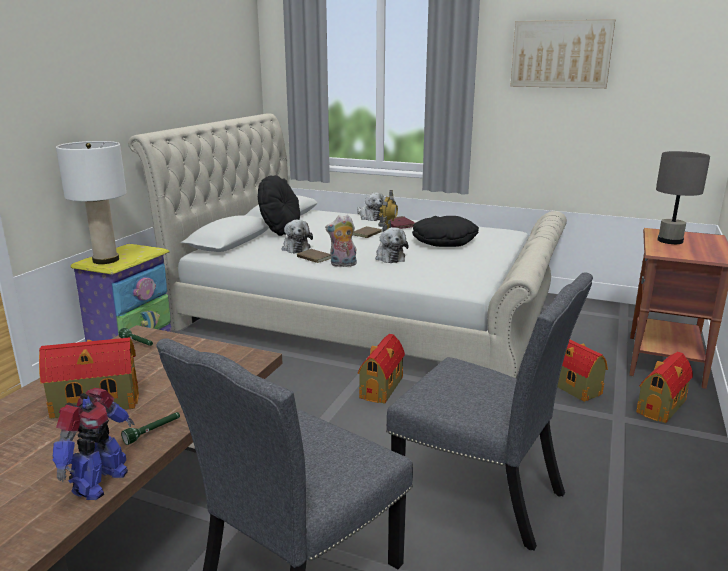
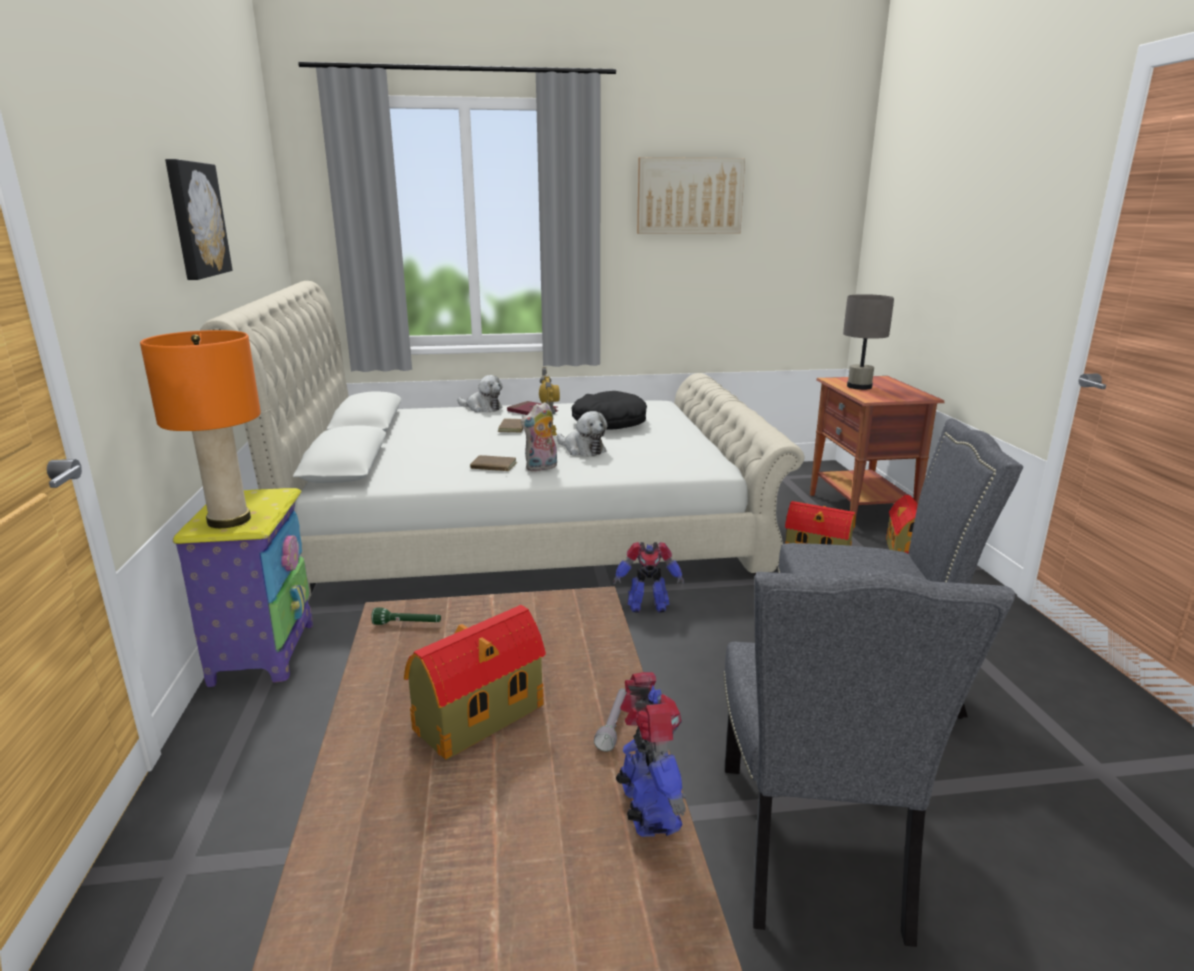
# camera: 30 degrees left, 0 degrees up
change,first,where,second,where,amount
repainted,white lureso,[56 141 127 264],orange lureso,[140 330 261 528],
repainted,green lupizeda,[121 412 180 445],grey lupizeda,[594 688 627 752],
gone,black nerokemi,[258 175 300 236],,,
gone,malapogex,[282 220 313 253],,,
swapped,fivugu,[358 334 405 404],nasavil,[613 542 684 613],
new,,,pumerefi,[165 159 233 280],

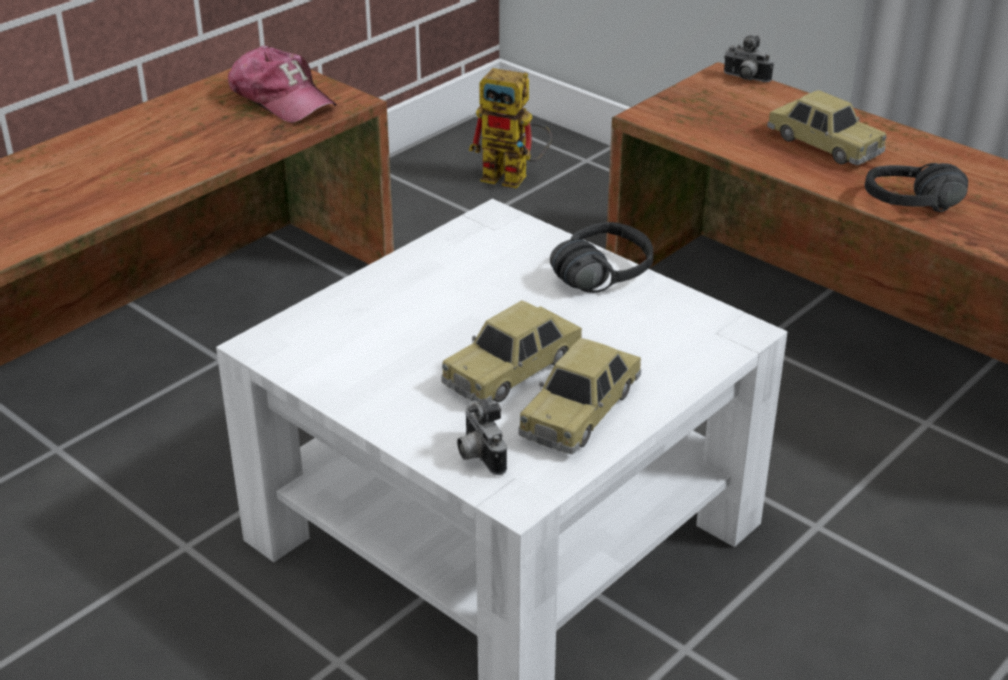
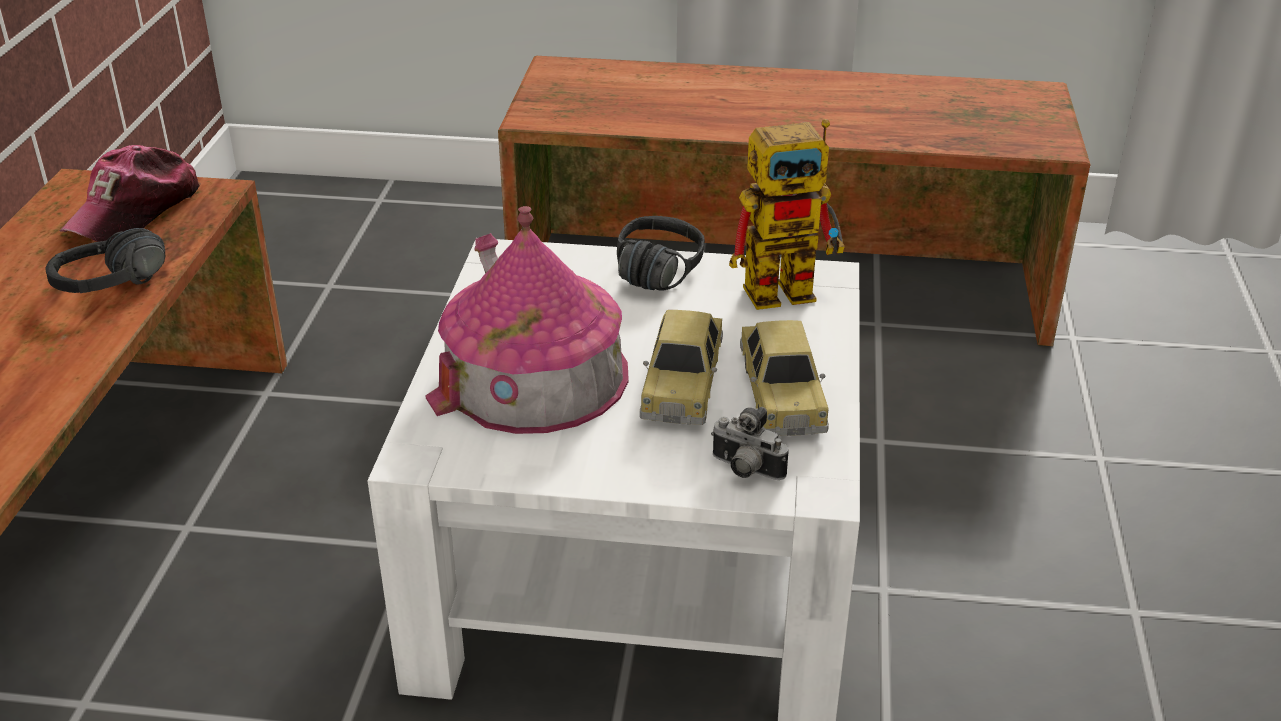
# camera: 35 degrees left, 0 degrees up
change,first,where,second,where,amount
rotated,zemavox,[228 46 337 123],,[60 145 201 242],105 degrees clockwise
shifted,nasavil,[469 68 552 189],,[729 119 845 310],
gone,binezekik,[724 35 774 82],,,
gone,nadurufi,[767 90 886 165],,,
shifted,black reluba,[865 163 968 212],,[46 228 165 293],
new,,,fivugu,[426 206 629 434],

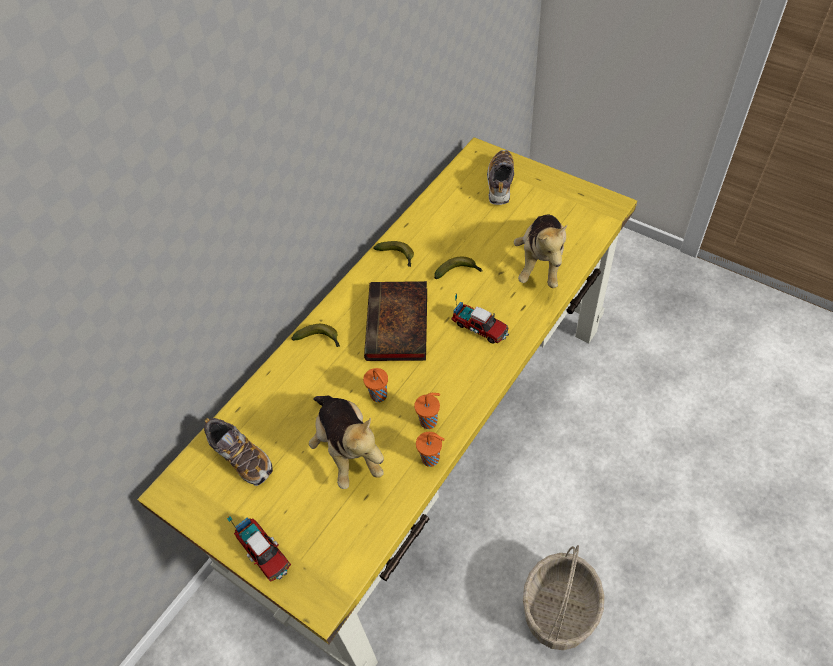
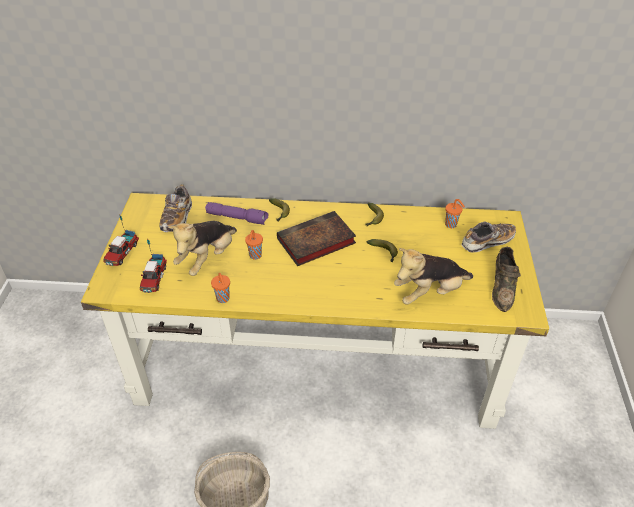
# camera: 55 degrees right, 10 degrees down
change,first,where,second,where,amount
shifted,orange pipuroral,[414 393 440 429],,[445 199 465 228],
shifted,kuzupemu,[451 293 509 344],,[140 239 167 293],
new,,,purple lupizeda,[205 202 268 225],
new,,,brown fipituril,[492 247 521 312],

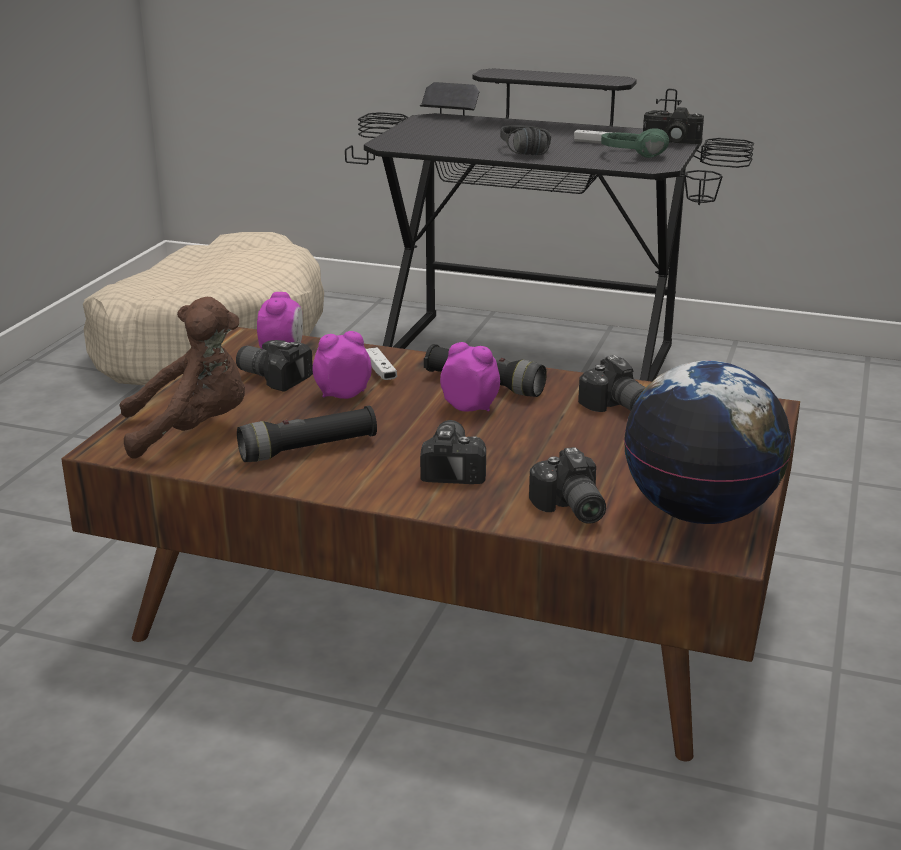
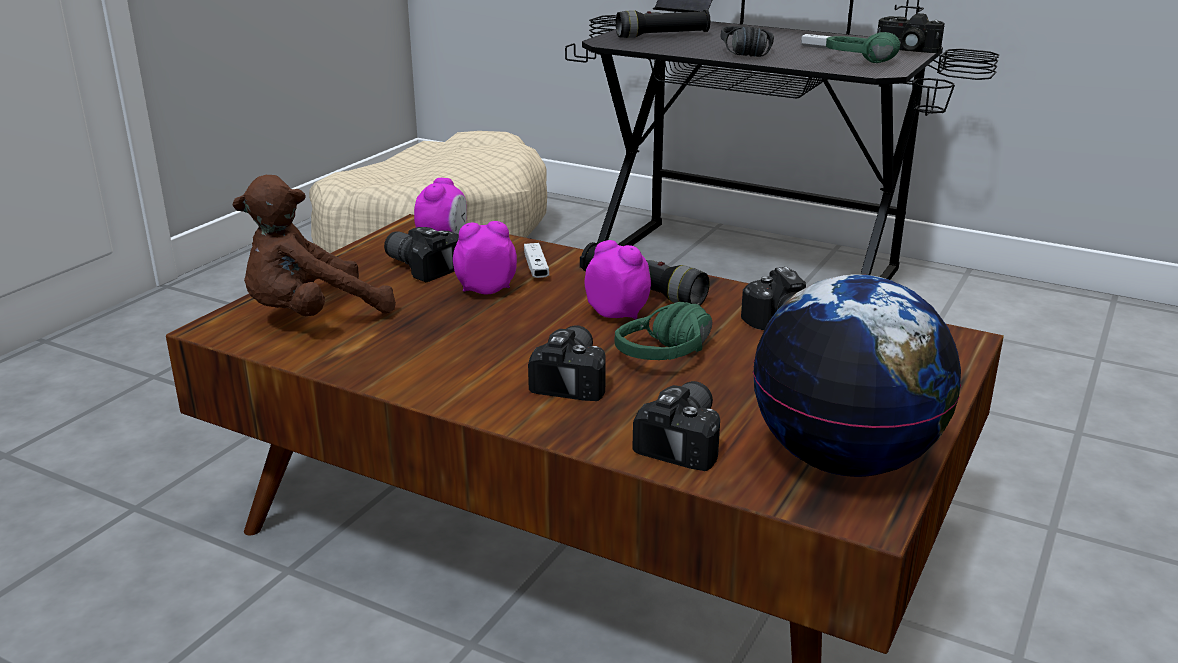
# camera: 10 degrees right, 0 degrees up
change,first,where,second,where,amount
rotated,brown malapogex,[119 297 245 458],,[233 175 396 316],150 degrees clockwise
shifted,black lupizeda,[237 406 377 462],,[616 10 710 38],
rotated,binezekik,[529 447 606 524],,[632 381 720 471],150 degrees counterclockwise
new,,,green reluba,[614 302 712 360],

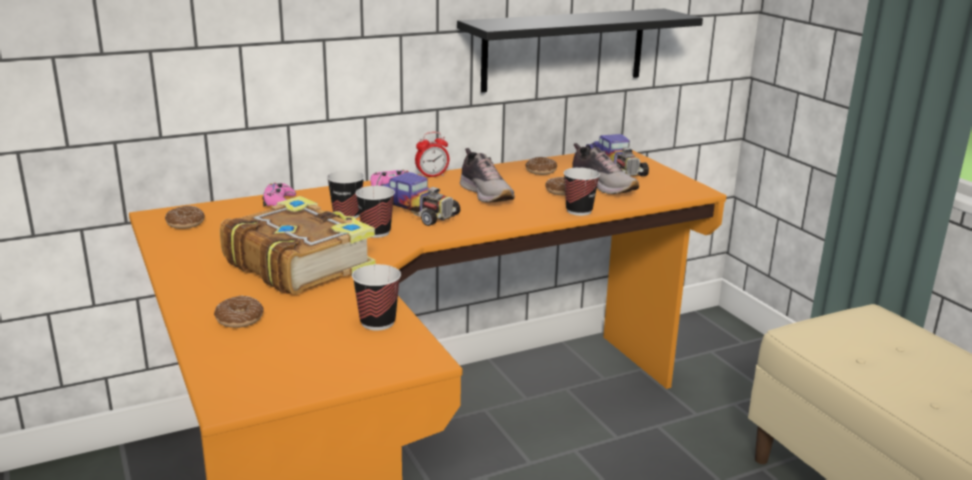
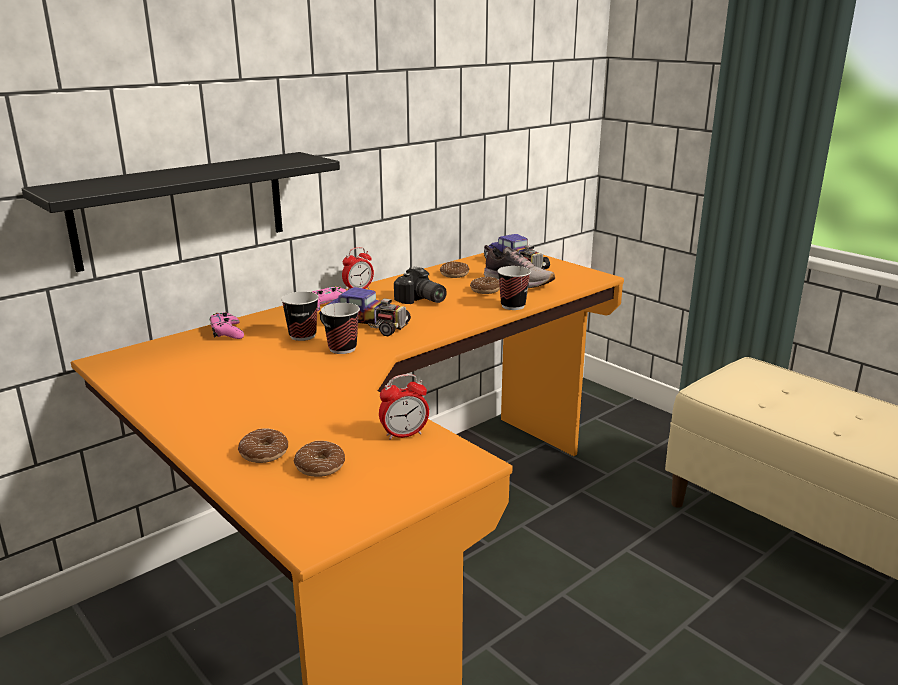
# camera: 15 degrees left, 0 degrees up
change,first,where,second,where,amount
shifted,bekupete,[165 206 205 229],,[293 441 345 477],
gone,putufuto,[220 196 376 295],,,
swapped,pipuroral,[352 264 401 331],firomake,[379 374 429 440],
shifted,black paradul,[457 9 703 92],,[22 152 340 272],
swapped,fipituril,[460 148 515 202],binezekik,[394 266 447 304],

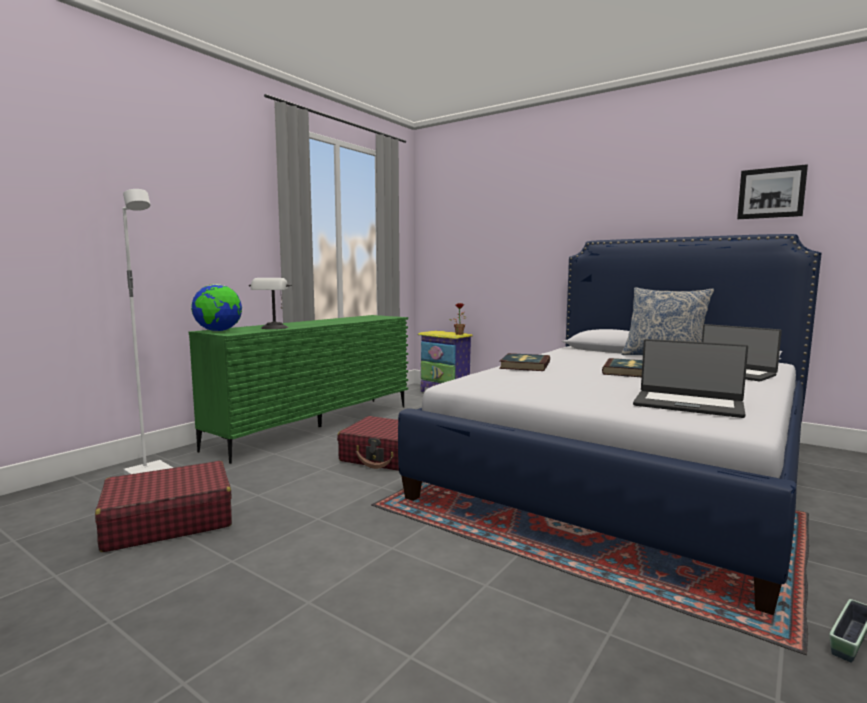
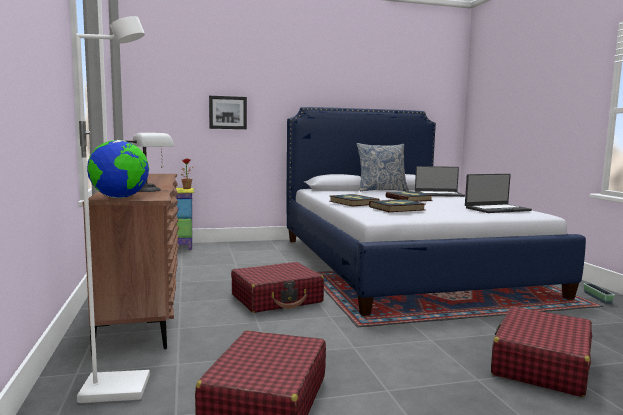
# camera: 50 degrees left, 0 degrees up
change,first,where,second,where,amount
repainted,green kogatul,[189 315 408 464],brown kogatul,[83 174 179 356],
shifted,pumerefi,[737 164 808 219],,[209 96 247 129],
new,,,putufuto,[369 199 425 212],
new,,,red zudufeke,[491 306 592 397],

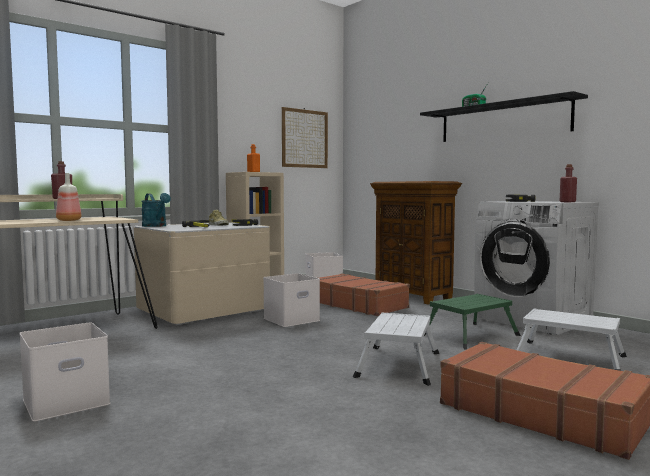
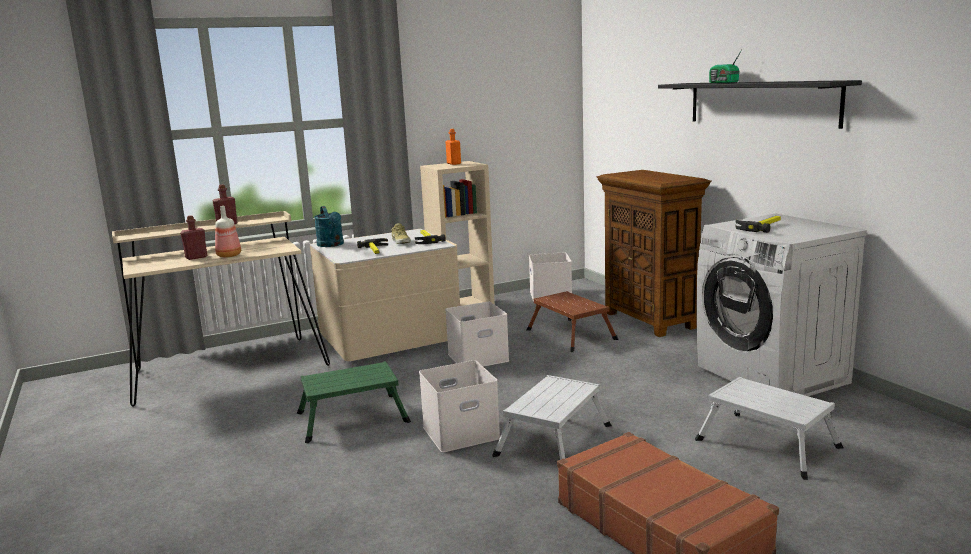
# camera: 15 degrees right, 10 degrees up
change,first,where,second,where,amount
shifted,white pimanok,[20 322 111 422],,[419 360 500 453],
gone,pumerefi,[282 107 328 168],,,
swapped,brown zudufeke,[320 274 410 316],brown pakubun,[526 291 619 352],
shifted,green pakubun,[424 294 521 350],,[297 361 411 443],
shifted,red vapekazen,[560 164 577 202],,[180 215 207 260],

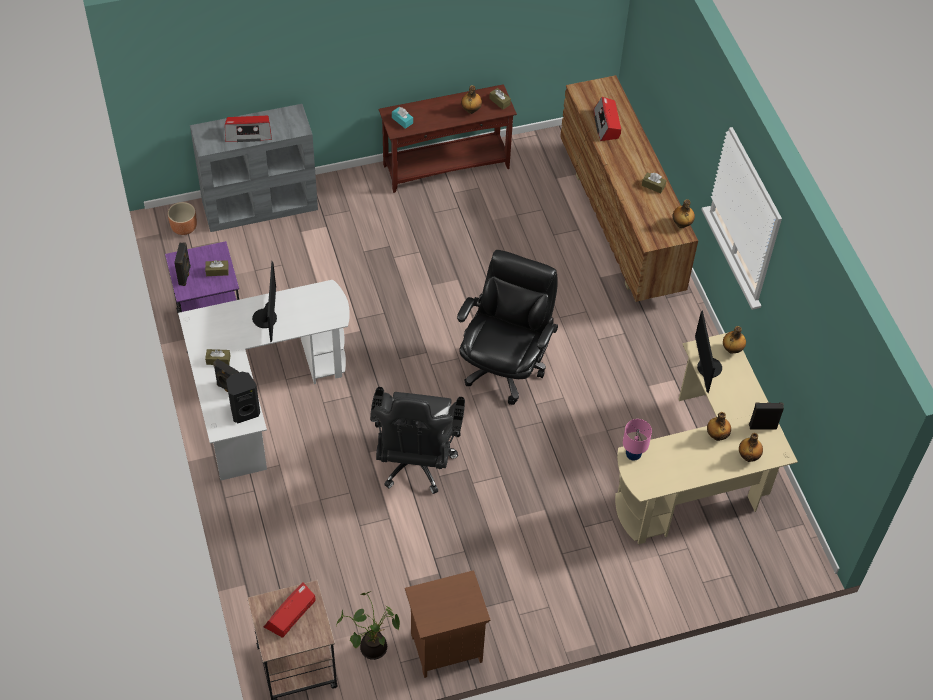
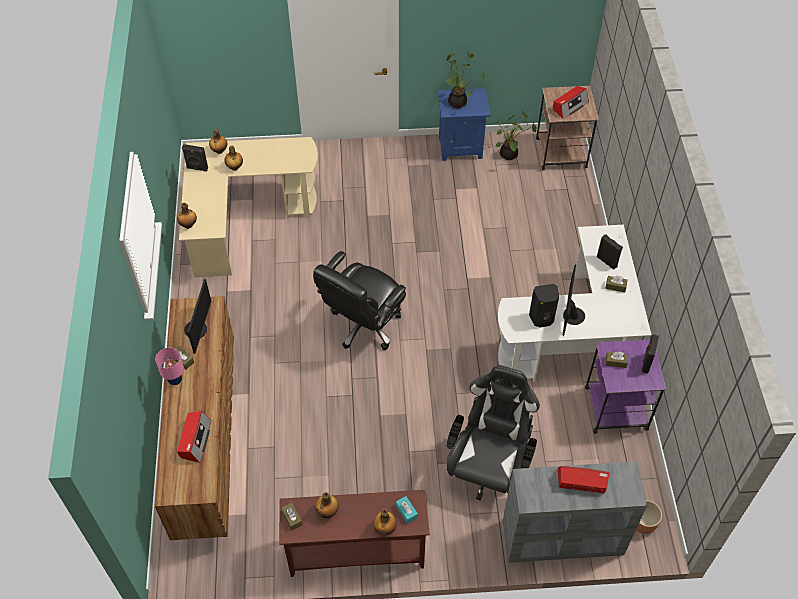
# camera: 165 degrees left, 0 degrees up
change,first,where,second,where,amount
shifted,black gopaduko,[226 372 260 423],,[529 284 559 327],
shifted,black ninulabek,[370 387 465 494],,[446 365 540 501],
repainted,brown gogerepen,[405 570 490 678],blue gogerepen,[438 88 490 161],
shifted,pink lureso,[623 419 652 461],,[155 347 184 385],
shifted,vapekazen,[673 199 695 228],,[373 509 397 535],
shifted,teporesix,[695 310 722 393],,[184 278 211 354],
new,,,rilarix,[445 51 486 109],

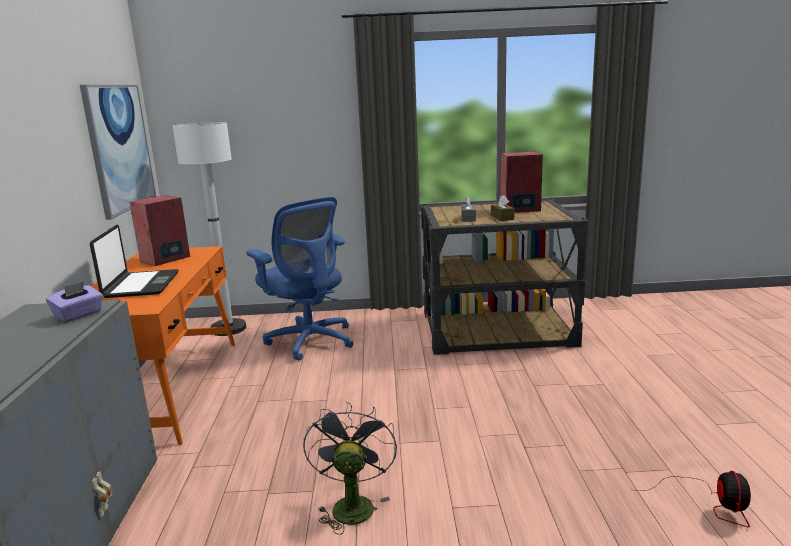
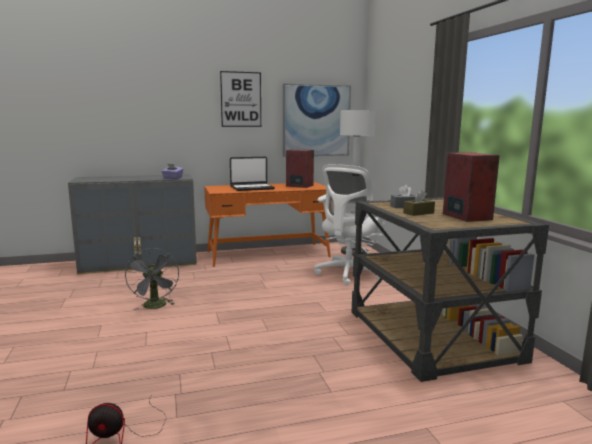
# camera: 75 degrees right, 5 degrees down
change,first,where,second,where,amount
repainted,blue ninulabek,[246 197 353 361],white ninulabek,[314 164 385 285],
rotated,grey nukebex,[303 401 397 535],,[125 248 179 310],90 degrees clockwise
new,,,pumerefi,[220 71 261 127],

